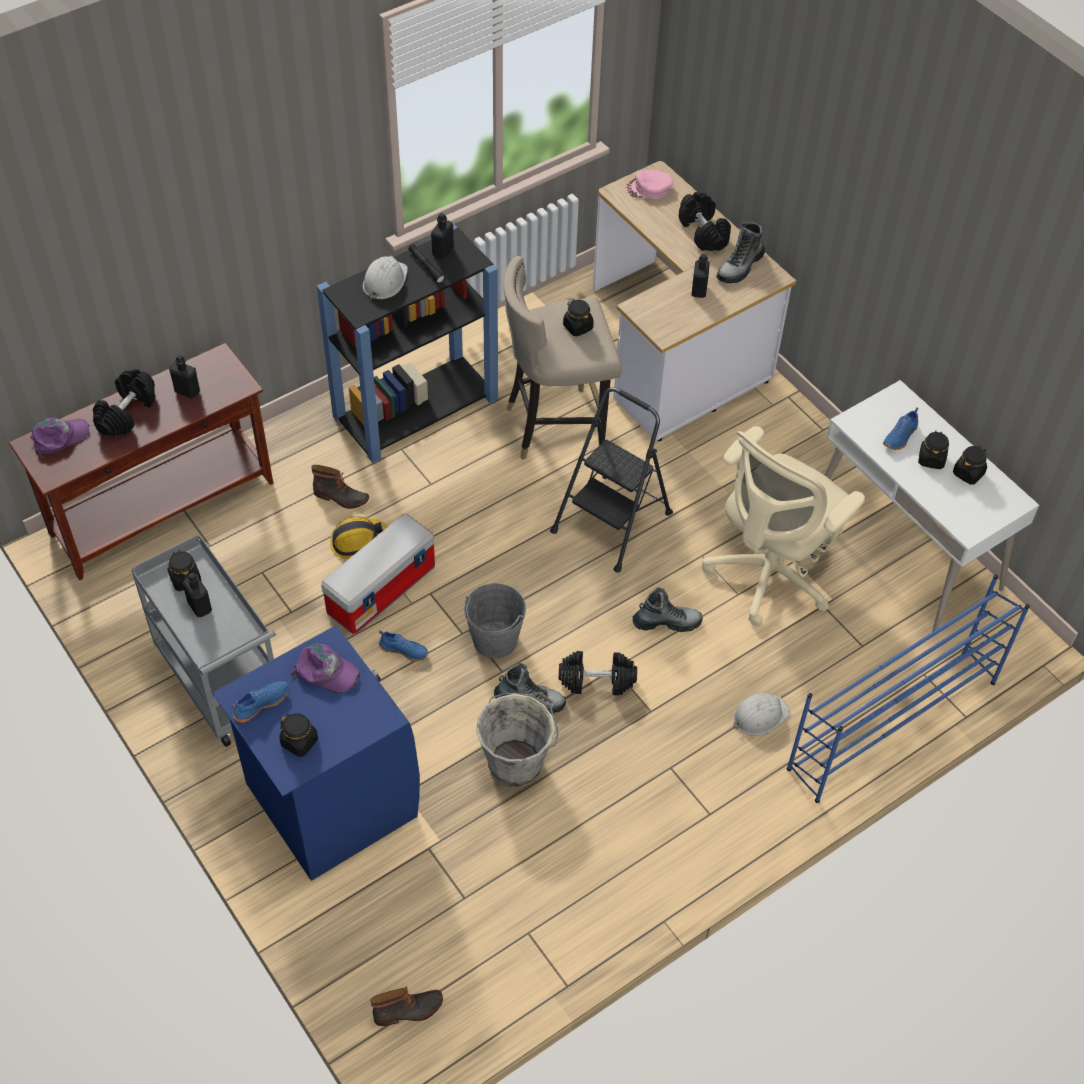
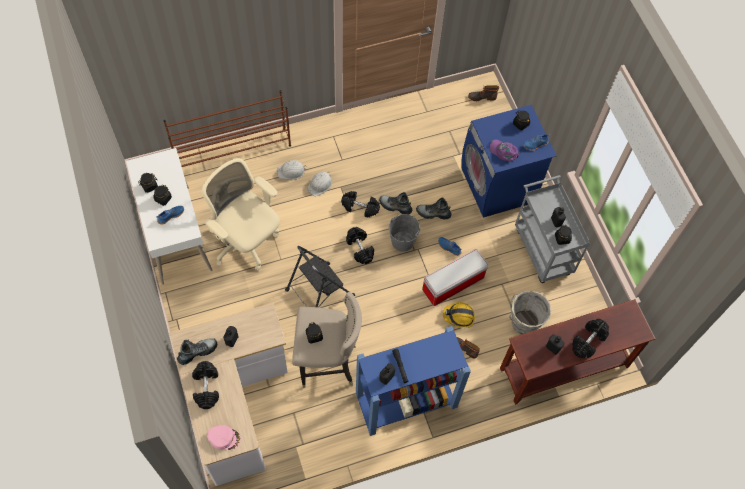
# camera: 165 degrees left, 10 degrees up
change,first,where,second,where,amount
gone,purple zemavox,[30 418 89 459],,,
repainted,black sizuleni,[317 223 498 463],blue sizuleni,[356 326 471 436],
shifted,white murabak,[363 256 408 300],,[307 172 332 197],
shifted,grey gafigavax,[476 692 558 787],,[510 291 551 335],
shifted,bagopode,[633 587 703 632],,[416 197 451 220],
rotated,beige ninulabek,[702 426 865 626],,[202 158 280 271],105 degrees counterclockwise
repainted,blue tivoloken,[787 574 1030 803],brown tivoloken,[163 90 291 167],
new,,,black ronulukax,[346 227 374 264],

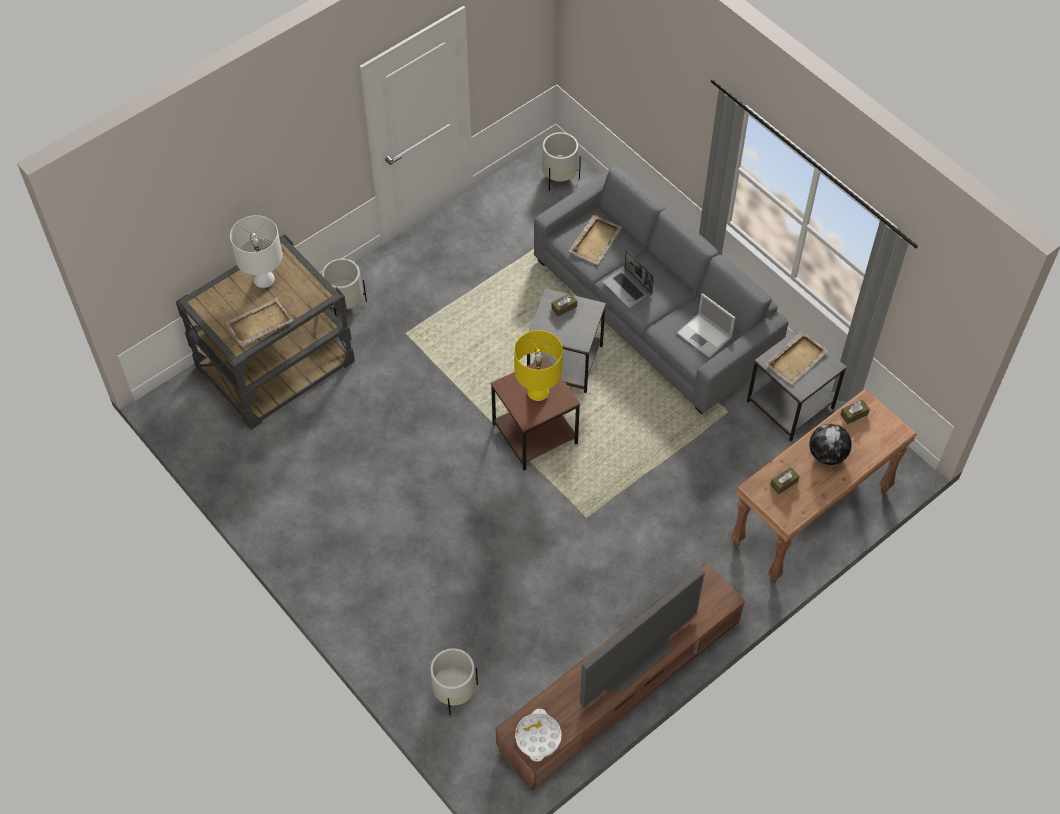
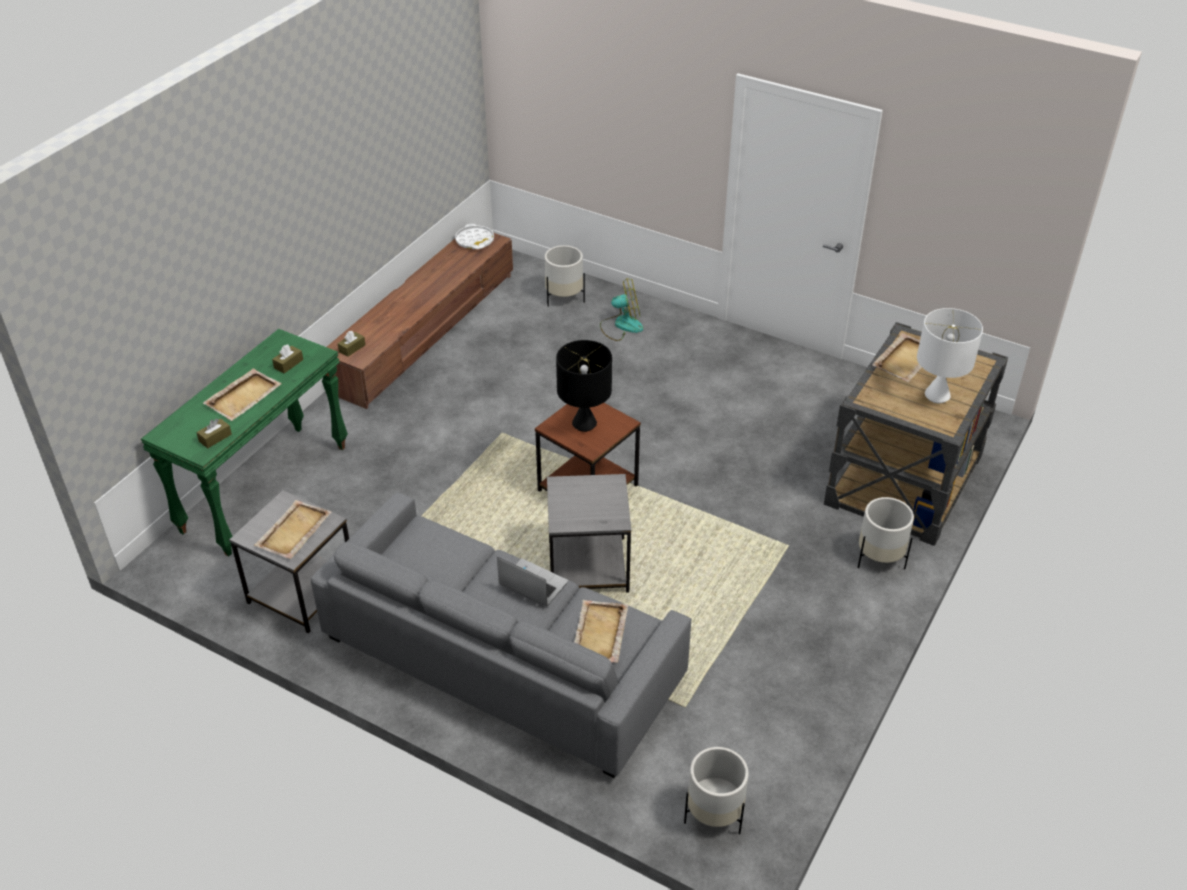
# camera: 160 degrees right, 15 degrees down
change,first,where,second,where,amount
repainted,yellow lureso,[514 330 563 401],black lureso,[556 340 612 432],
shifted,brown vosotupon,[551 293 577 316],,[338 331 365 357],
gone,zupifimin,[580 569 705 709],,,
gone,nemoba,[677 293 736 358],,,
repainted,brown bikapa,[730 389 917 584],green bikapa,[141 329 348 556],
swapped,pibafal,[809 424 852 465],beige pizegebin,[203 368 281 421],
new,,,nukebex,[600 279 643 341],

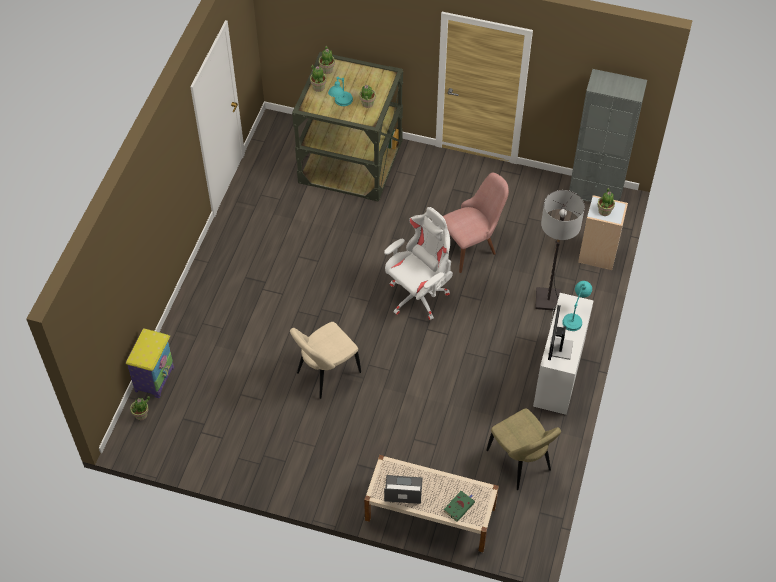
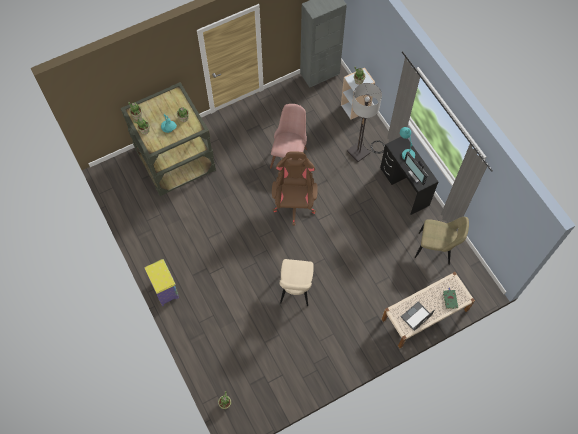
# camera: 45 degrees left, 10 degrees up
change,first,where,second,where,amount
shifted,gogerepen,[126 328 174 398],,[144 259 179 306],
repainted,white ninulabek,[384 207 453 320],brown ninulabek,[272 151 318 226],
repainted,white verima,[533 293 594 415],black verima,[380 137 438 215],

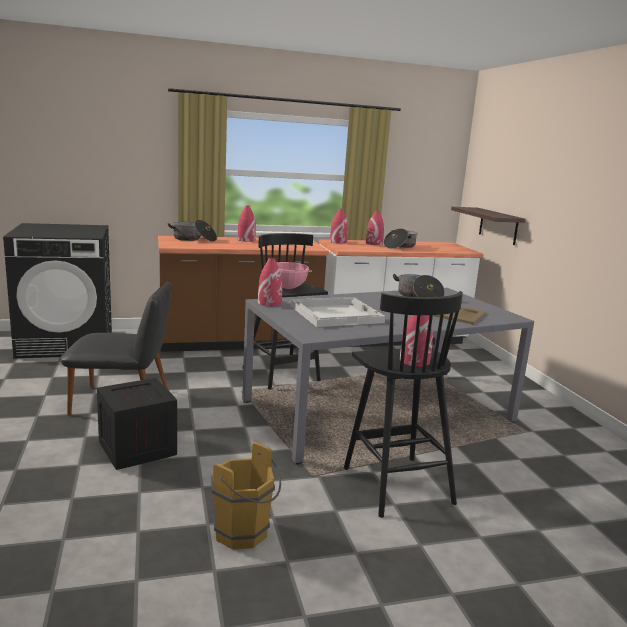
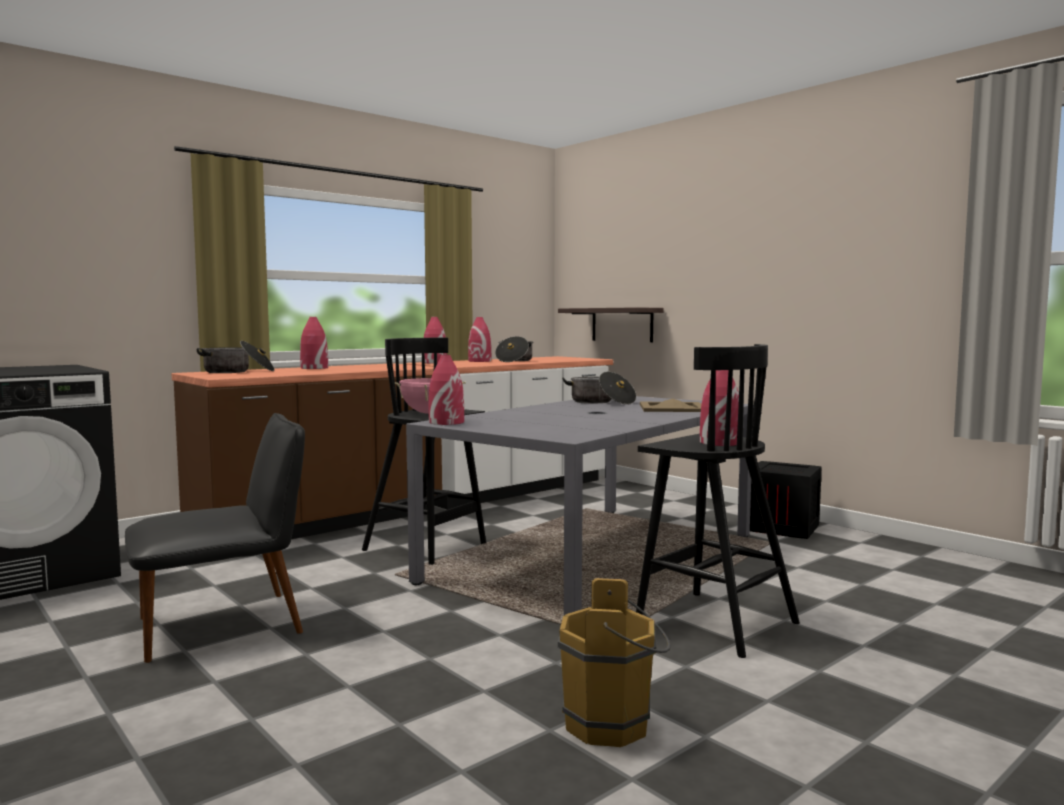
# camera: 25 degrees left, 10 degrees down
change,first,where,second,where,amount
shifted,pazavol,[97 378 177 470],,[750 461 821 539],
gone,white pizegebin,[291 297 385 327],,,

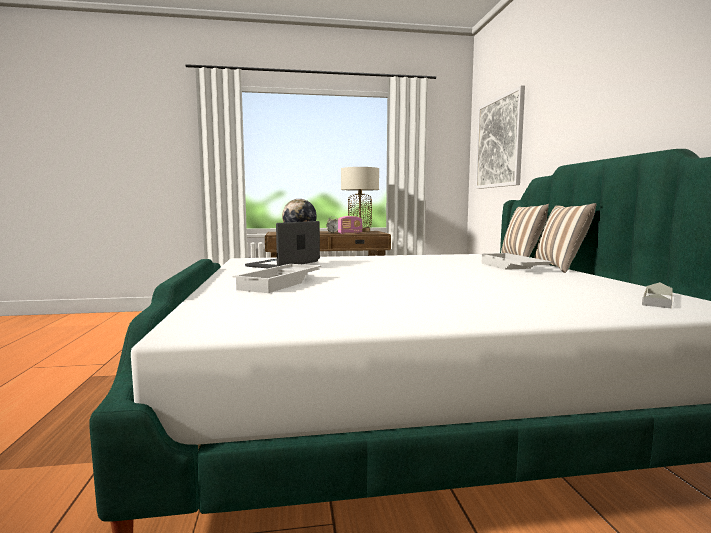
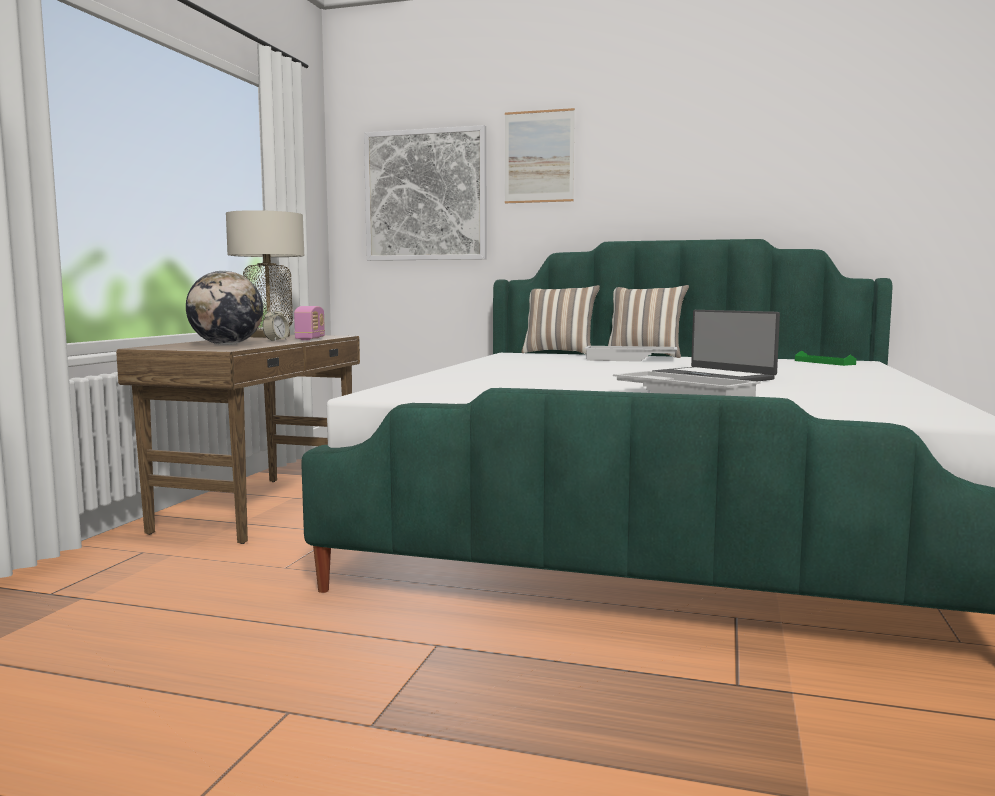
# camera: 65 degrees left, 0 degrees up
change,first,where,second,where,amount
shifted,nemoba,[245 221 320 268],,[653 310 780 381],
repainted,grey pizegebin,[642 282 673 308],green pizegebin,[795 351 856 366],
new,,,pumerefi,[505 108 575 203],

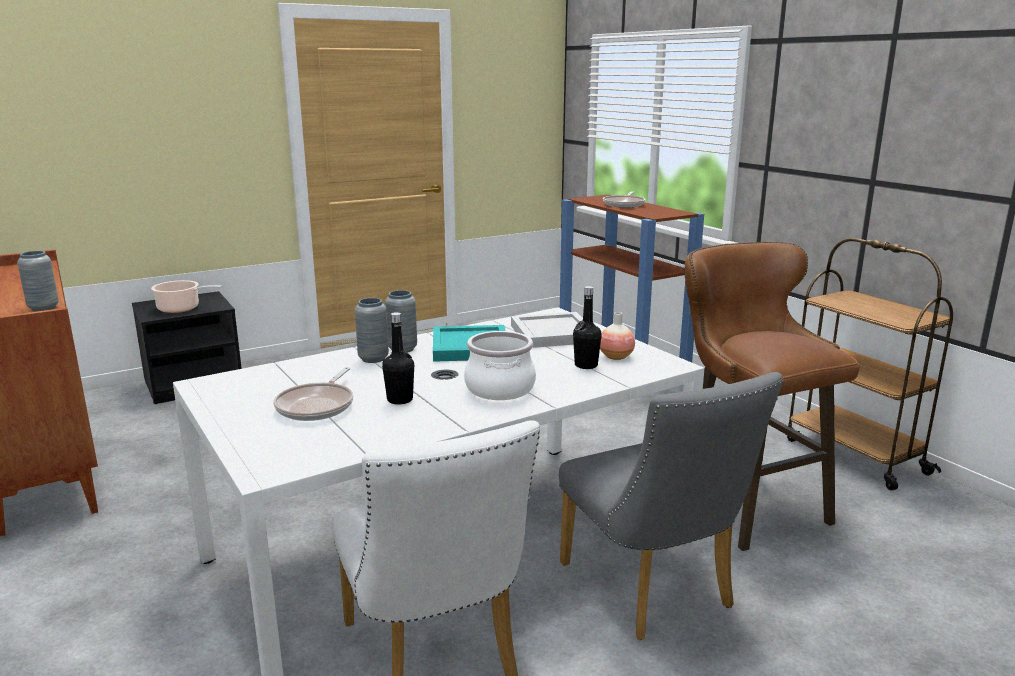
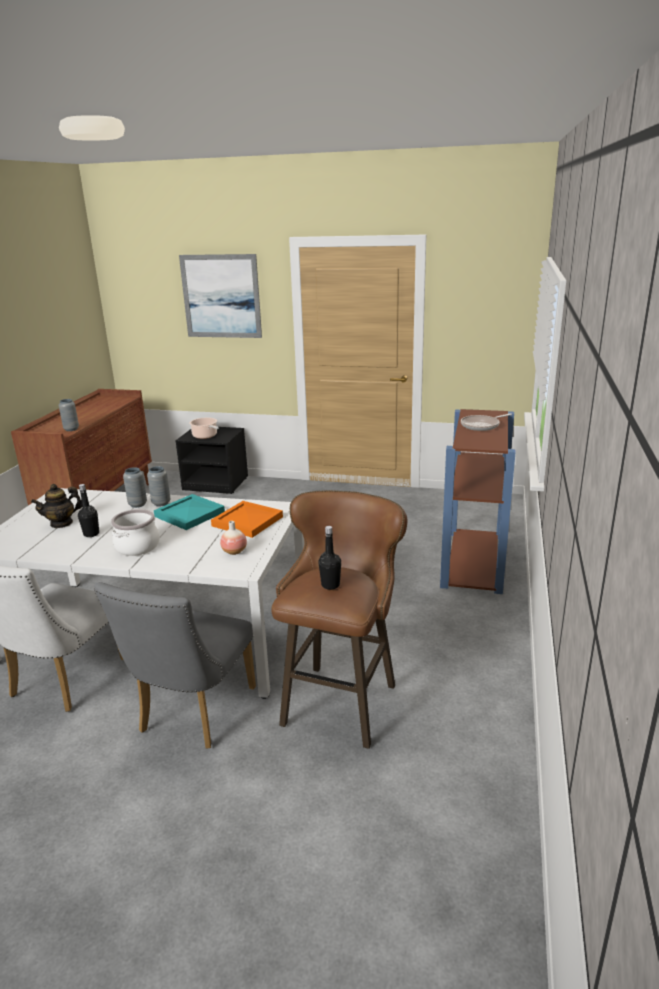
# camera: 45 degrees right, 5 degrees up
change,first,where,second,where,amount
swapped,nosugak,[274 367 353 421],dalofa,[31 484 82 528],
repainted,white pizegebin,[511 312 583 348],orange pizegebin,[211 501 283 538],
shifted,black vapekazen,[573 286 602 369],,[318 526 341 590],
gone,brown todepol,[787 238 953 490],,,
new,,,pumerefi,[179 254 262 338],

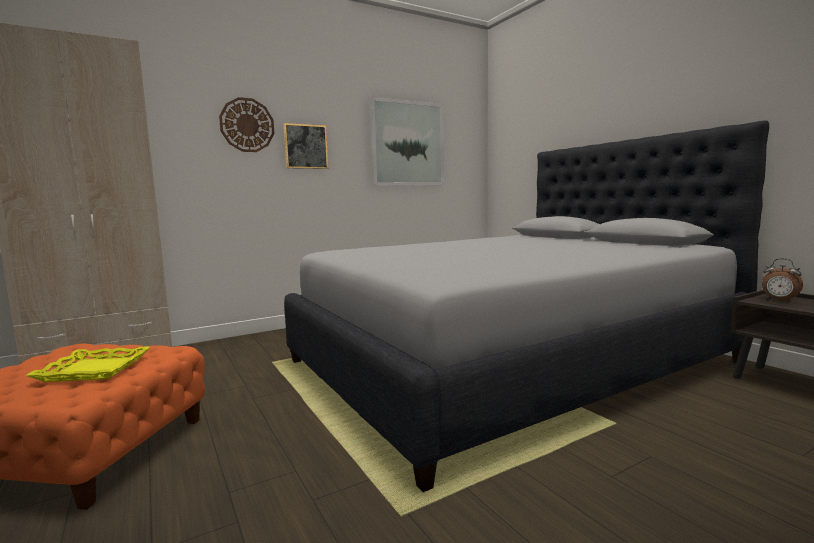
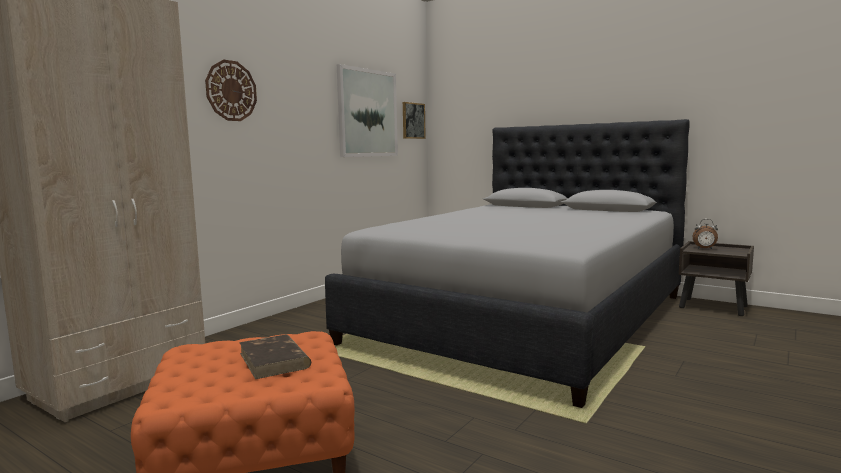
# camera: 25 degrees left, 0 degrees up
change,first,where,second,where,amount
swapped,yellow pizegebin,[26 346 150 382],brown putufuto,[239 335 311 379],
shifted,pumerefi,[284 123 328 169],,[403 102 426 139],

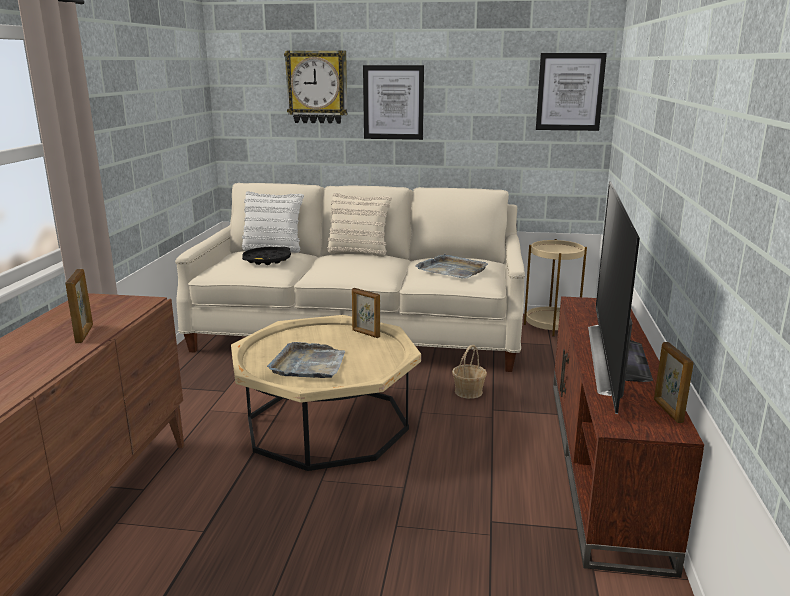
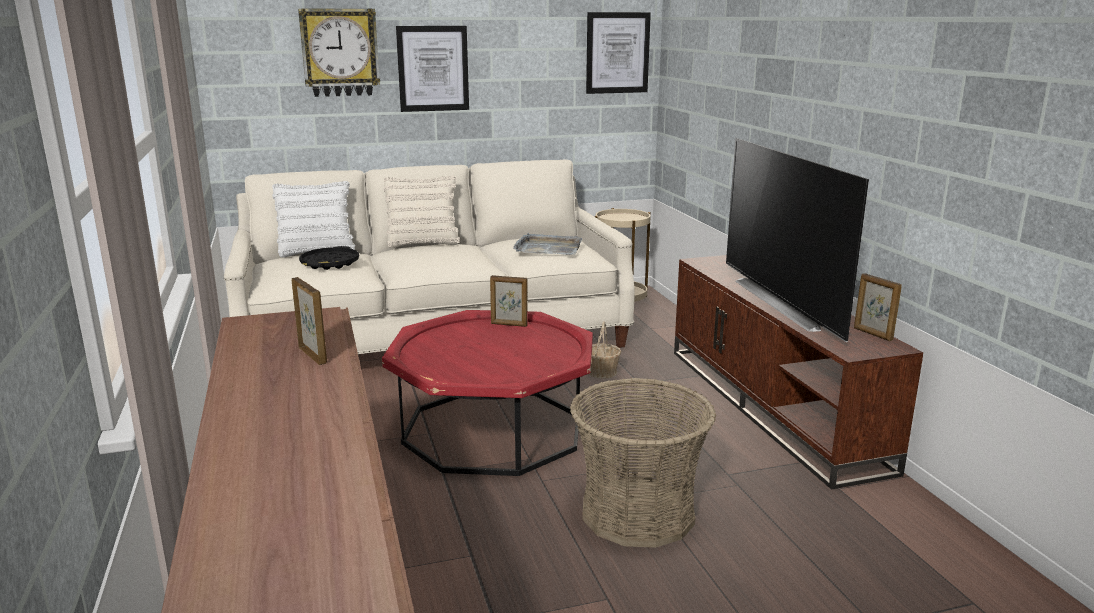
# camera: 25 degrees left, 0 degrees up
change,first,where,second,where,amount
repainted,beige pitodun,[231 315 421 471],red pitodun,[382 310 593 476],
gone,grey pizegebin,[267 342 345 378],,,
new,,,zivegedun,[570 378 716 548],

